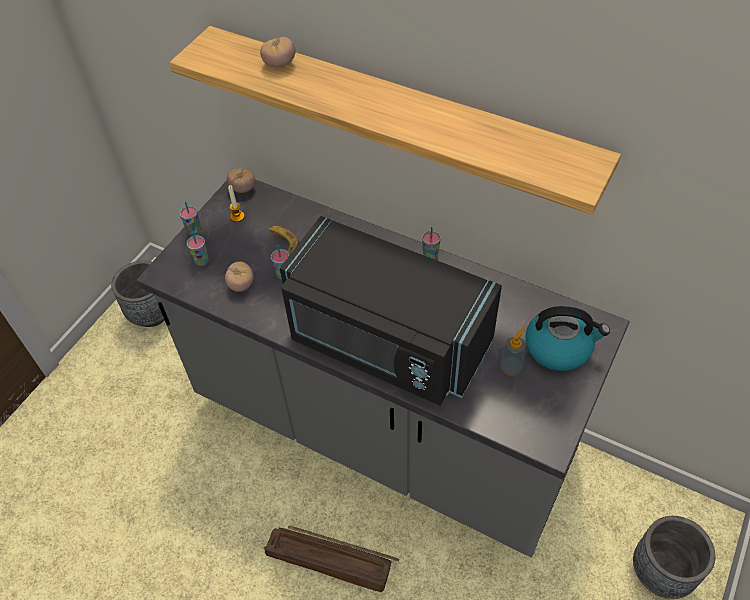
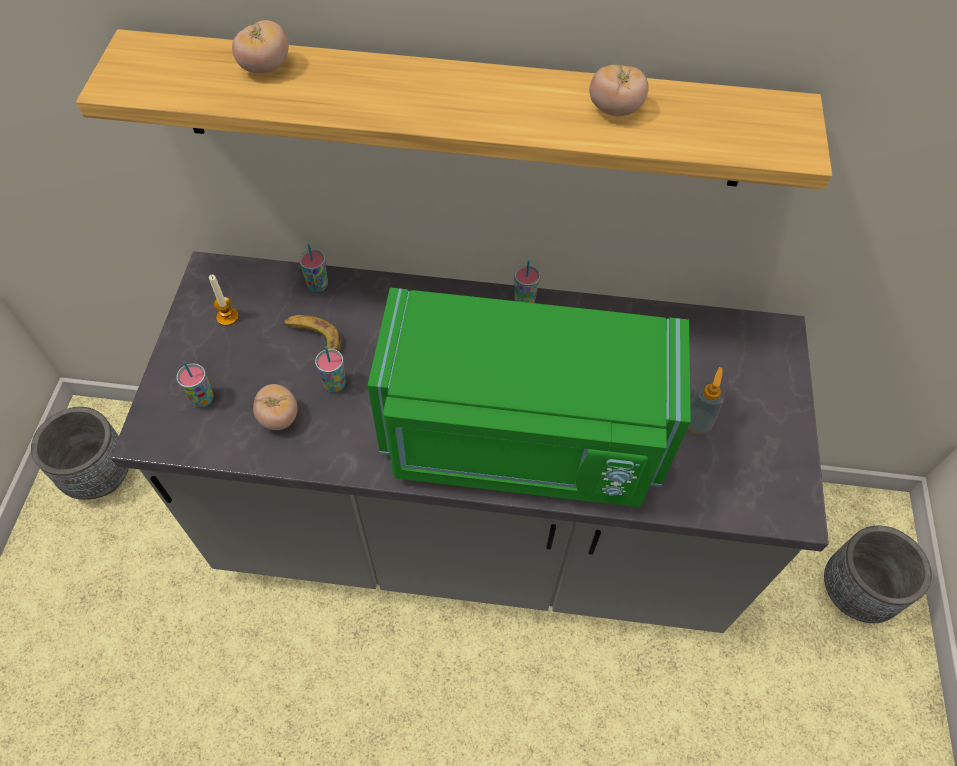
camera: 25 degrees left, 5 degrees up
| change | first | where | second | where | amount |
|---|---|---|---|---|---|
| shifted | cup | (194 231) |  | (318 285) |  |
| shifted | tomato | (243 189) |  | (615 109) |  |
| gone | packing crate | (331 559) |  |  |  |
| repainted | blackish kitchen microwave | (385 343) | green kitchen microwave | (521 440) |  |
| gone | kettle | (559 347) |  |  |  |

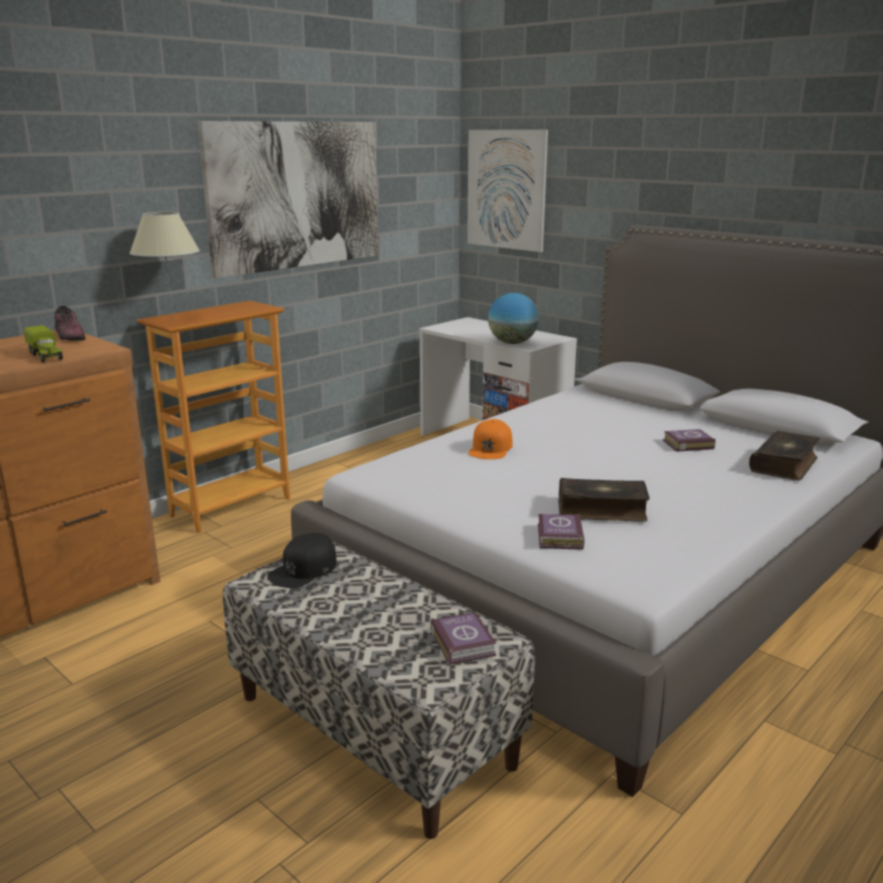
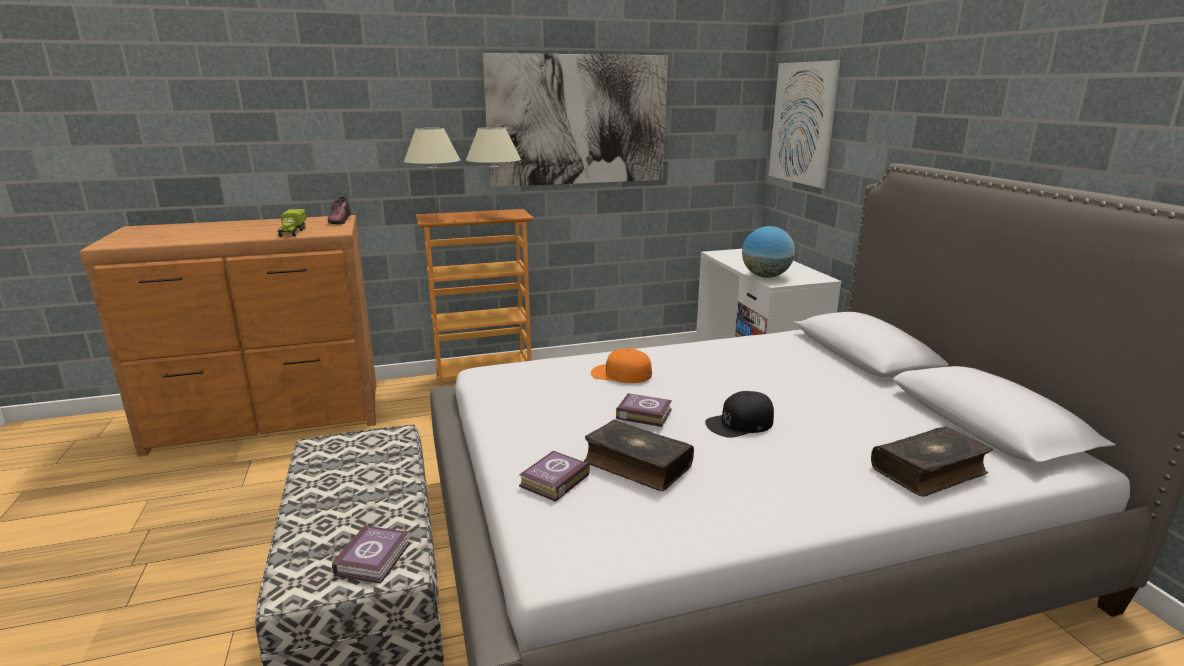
camera: 30 degrees right, 0 degrees up
| change | first | where | second | where | amount |
|---|---|---|---|---|---|
| shifted | blackish peaked cap | (303 569) |  | (740 423) |  |
| rotated | orangey peaked cap | (491 448) |  | (621 374) | 60 degrees clockwise |
| shifted | volume | (686 444) |  | (643 413) |  |
| new |  |  | beige table lamp | (496 215) |  |

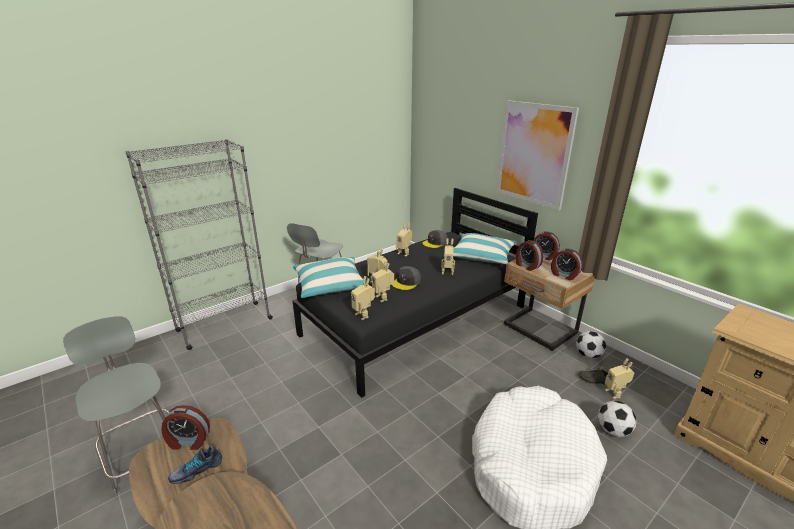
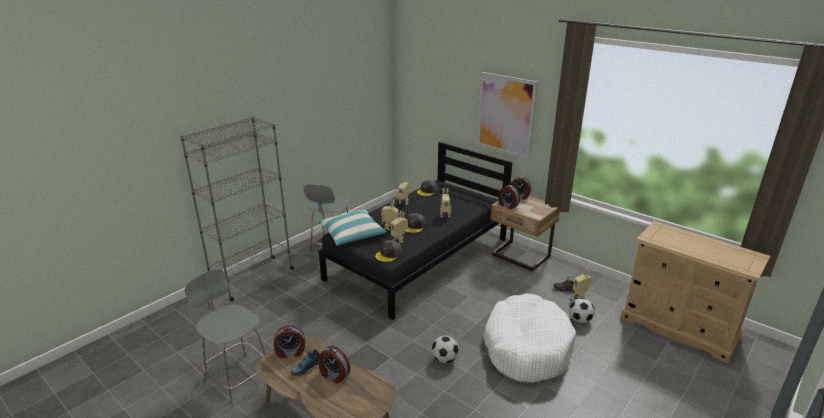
camera: 10 degrees left, 0 degrees up
| change | first | where | second | where | amount |
|---|---|---|---|---|---|
| swapped | model robot | (363 315) | greyish peaked cap | (389 254) |  |
| gone | pillow | (482 256) |  |  |  |
| shifted | bedside clock | (564 275) |  | (334 375) |  |
| shifted | football ball | (588 355) |  | (445 359) |  |

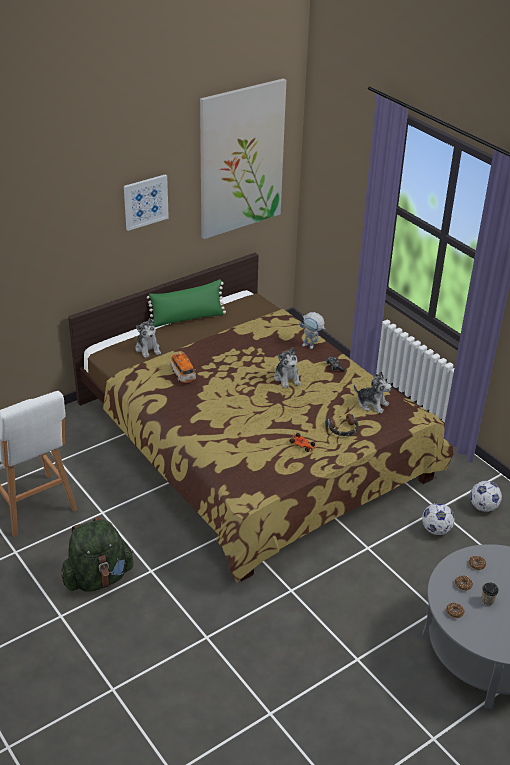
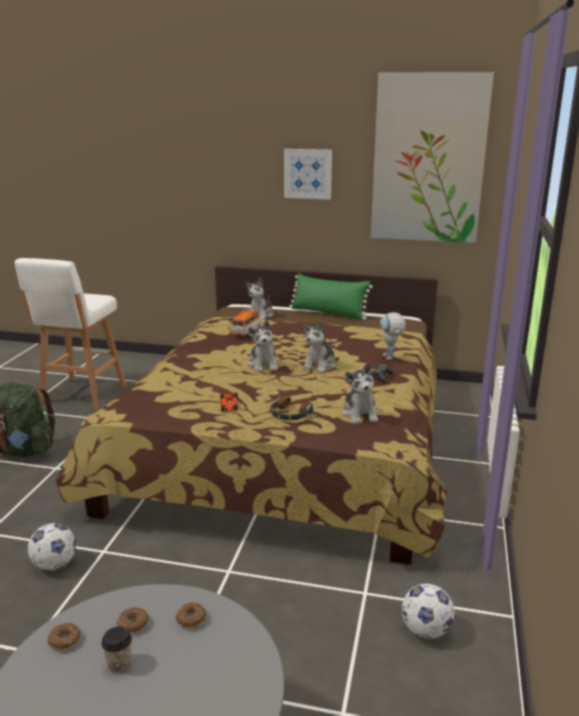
camera: 50 degrees right, 15 degrees down
| change | first | where | second | where | amount |
|---|---|---|---|---|---|
| shifted | football ball | (436 530) |  | (55 565) |  |
| new |  |  | plush toy | (263 365) |  |

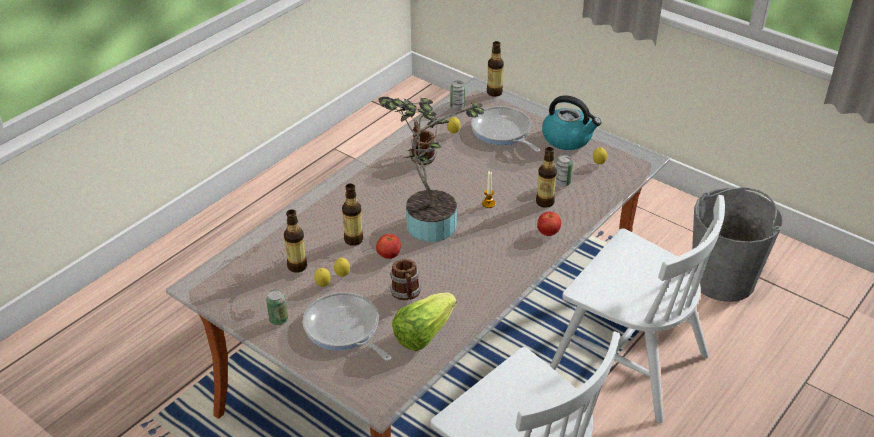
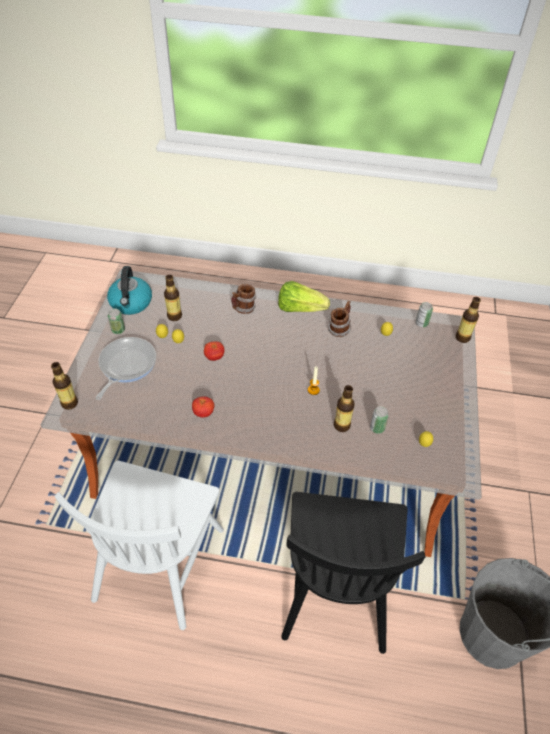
camera: 60 degrees right, 10 degrees up
| change | first | where | second | where | amount |
|---|---|---|---|---|---|
| shifted | beverage bottle | (353 240) |  | (69 403) |  |
| gone | houseplant | (428 221) |  |  |  |
| shifted | mug | (406 294) |  | (243 309) |  |
| shifted | head of lettuce | (423 334) |  | (300 308) |  |
| gone | skillet | (503 132) |  |  |  |
| shifted | tomato | (548 232) |  | (203 413) |  |
| shifted | kettle | (568 138) |  | (131 303) |  |
| repainted | white-coloured chair | (628 361) | blackish chair | (336 588) |  |

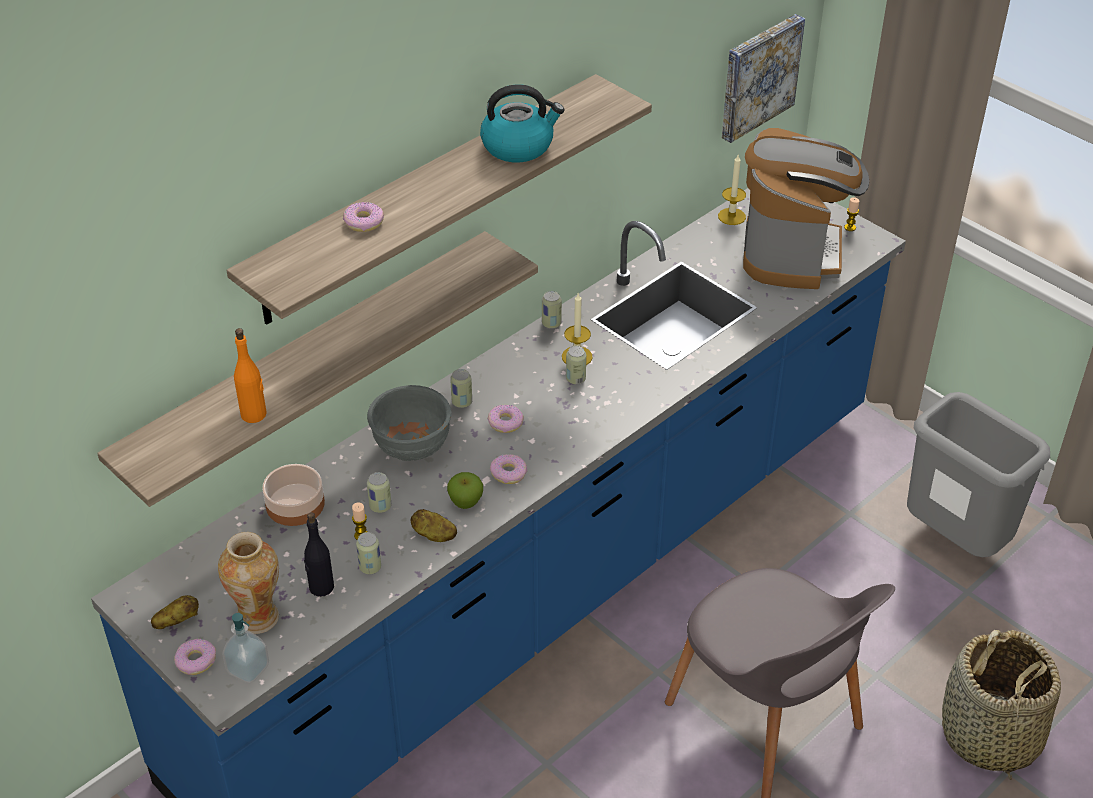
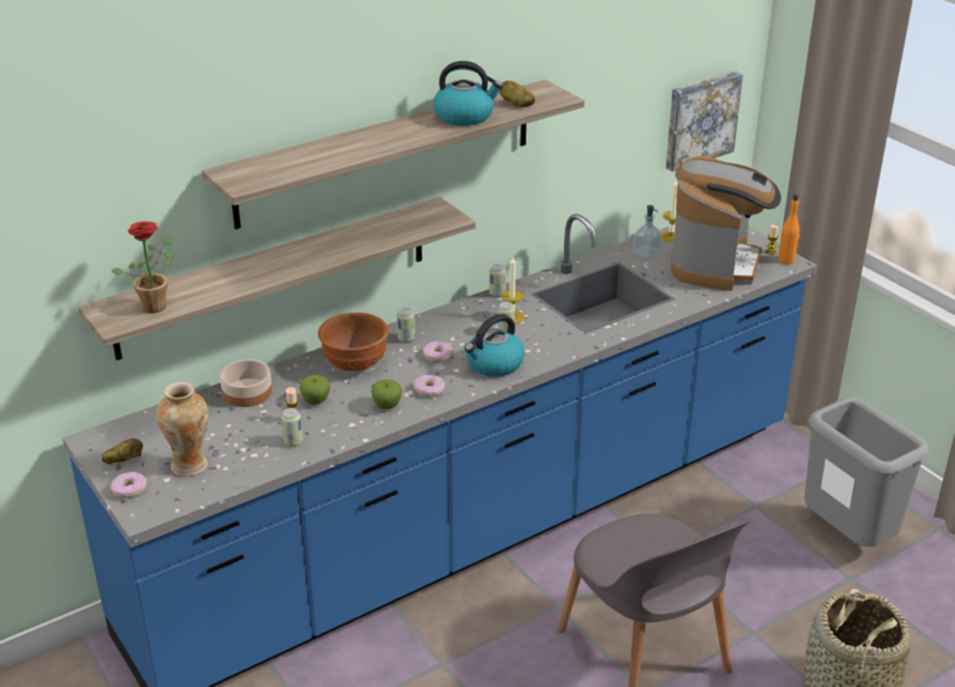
camera: 10 degrees right, 10 degrees down
| change | first | where | second | where | amount |
|---|---|---|---|---|---|
| shifted | soap dispenser | (248 669) |  | (646 254) |  |
| shifted | orangey beverage bottle | (254 414) |  | (786 260) |  |
| gone | blackish beverage bottle | (321 587) |  |  |  |
| gone | donut | (363 222) |  |  |  |
| repainted | greyish serving bowl | (411 447) | brownish serving bowl | (355 364) |  |
| swapped | sealed can | (380 506) | apple fruit | (316 401) |  |
| shifted | spud | (433 535) |  | (516 104) |  |
| new |  |  | houseplant | (156 304) |  |
| new |  |  | kettle | (494 364) |  |

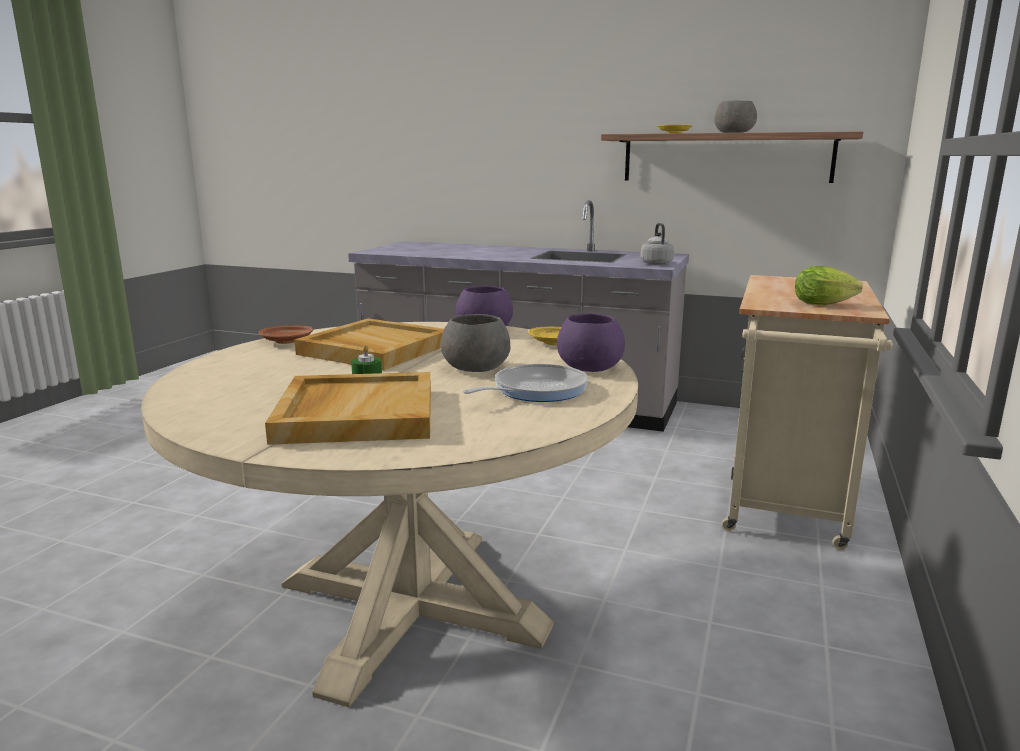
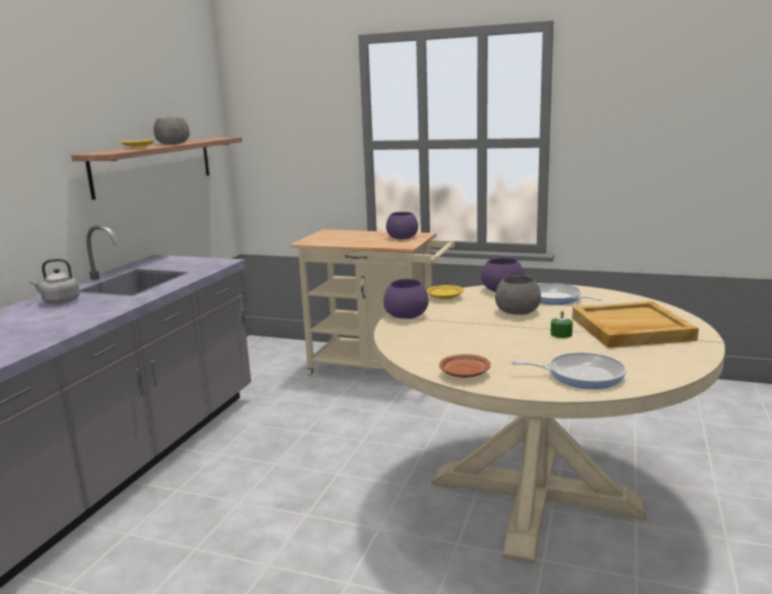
camera: 90 degrees left, 0 degrees up
| change | first | where | second | where | amount |
|---|---|---|---|---|---|
| gone | beige serving tray | (373 349) |  |  |  |
| shifted | greyish kettle | (656 263) |  | (59 301) |  |
| swapped | head of lettuce | (826 304) | purplish serving bowl | (402 237) |  |
| new |  |  | skillet | (581 375) |  |

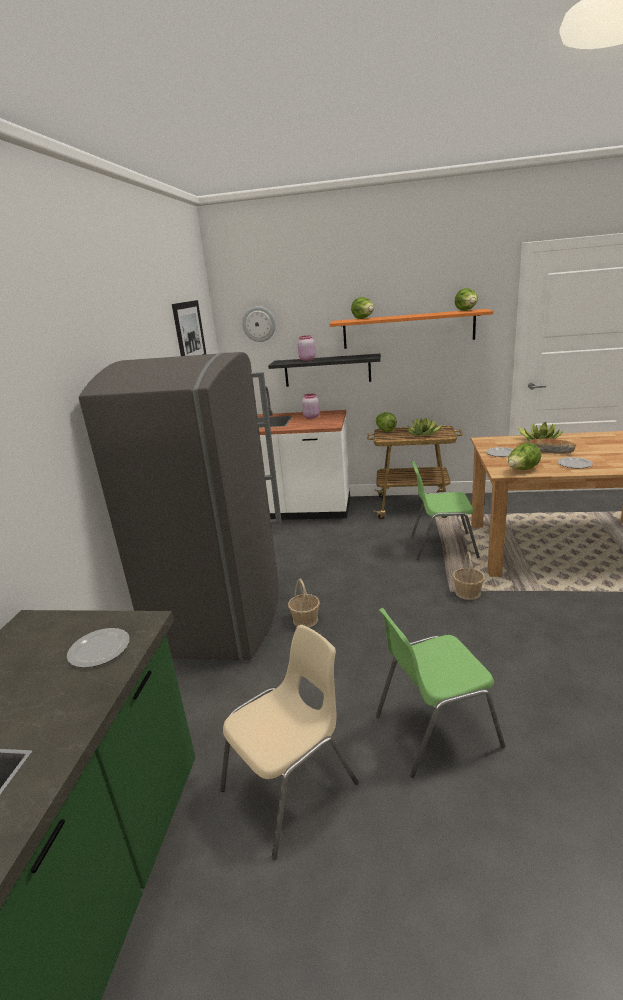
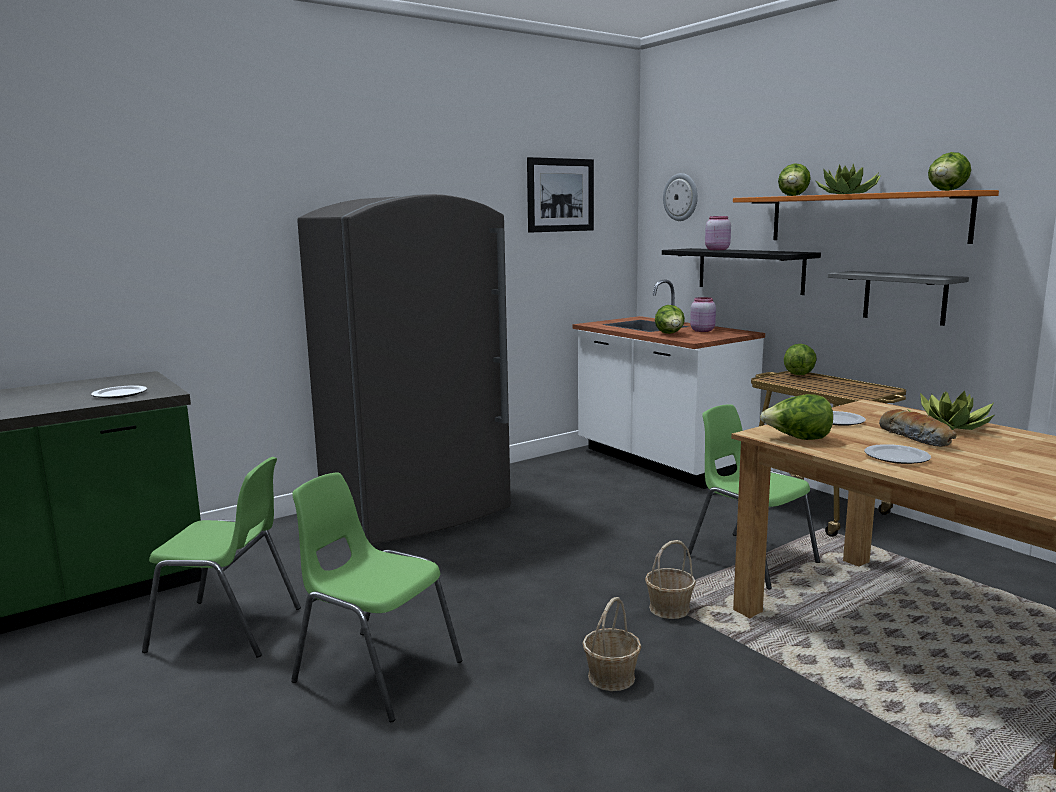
camera: 45 degrees right, 10 degrees down
| change | first | where | second | where | amount |
|---|---|---|---|---|---|
| repainted | beige chair | (292 787) | green chair | (228 629) |  |
| shifted | basket | (305 620) |  | (612 677) |  |
| shifted | houseplant | (423 433) |  | (849 194) |  |
| new |  |  | head of lettuce | (670 334) |  |
| new |  |  | greyish shelf | (904 297) |  |

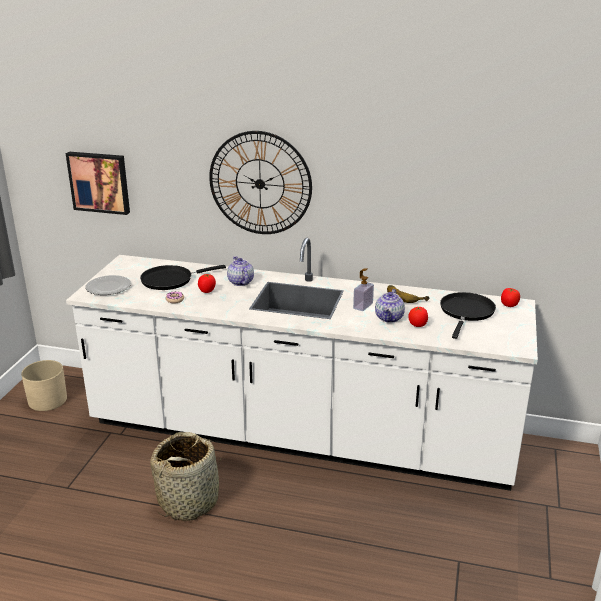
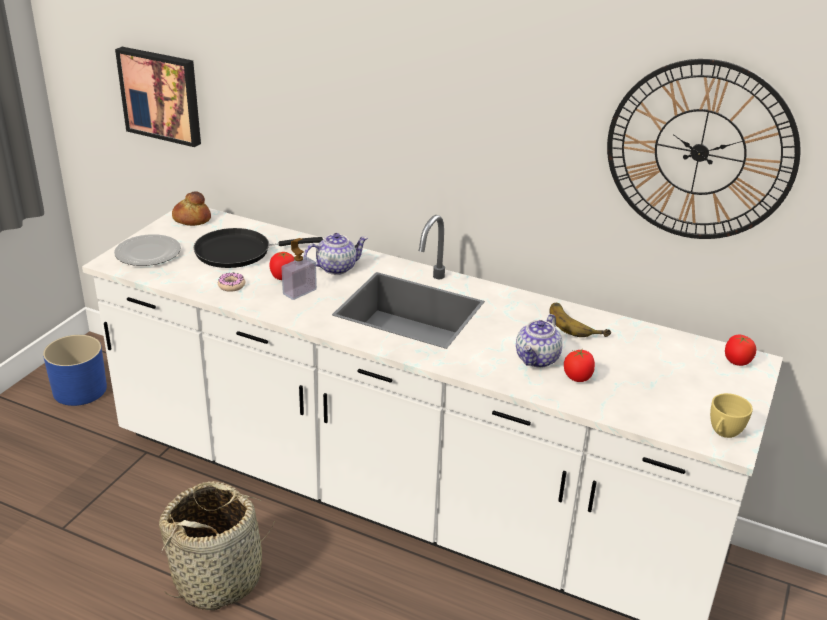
camera: 10 degrees right, 5 degrees up
| change | first | where | second | where | amount |
|---|---|---|---|---|---|
| repainted | beige planter | (48 400) | blue-coloured planter | (80 390) |  |
| shifted | clock on the wall | (260 183) |  | (699 152) |  |
| rotated | pot for tea | (240 282) |  | (336 267) | 75 degrees clockwise |
| shifted | soap dispenser | (363 306) |  | (299 292) |  |
| gone | blackish skillet | (466 312) |  |  |  |
| new |  |  | bread | (192 219) |  |
| new |  |  | yellow cup | (723 433) |  |

